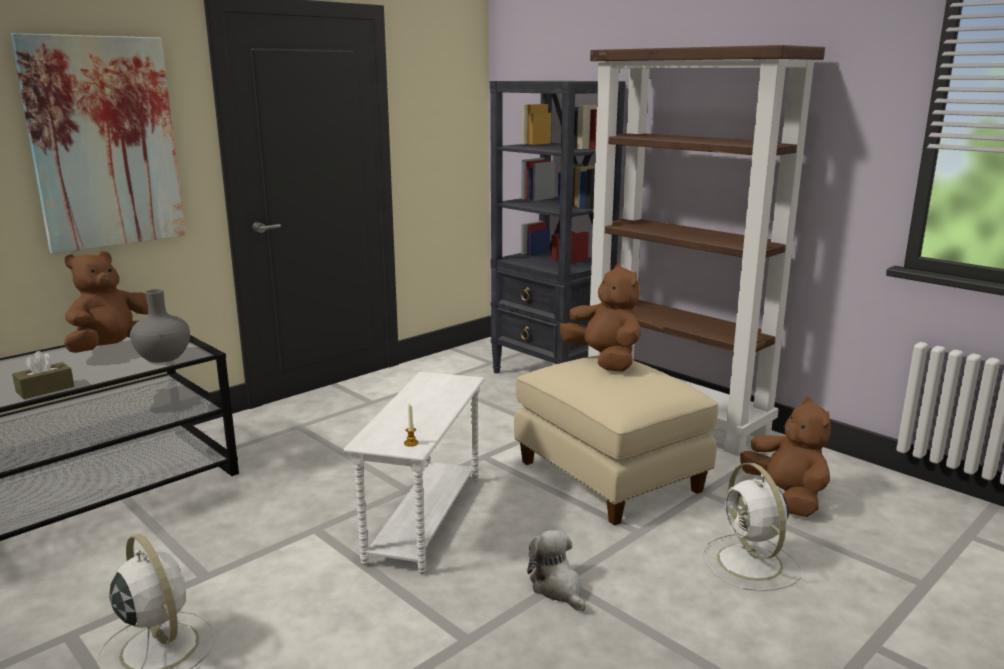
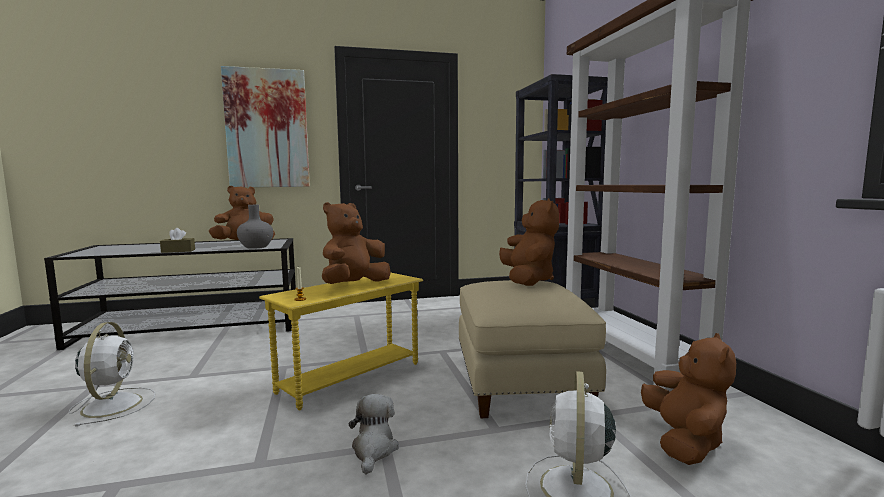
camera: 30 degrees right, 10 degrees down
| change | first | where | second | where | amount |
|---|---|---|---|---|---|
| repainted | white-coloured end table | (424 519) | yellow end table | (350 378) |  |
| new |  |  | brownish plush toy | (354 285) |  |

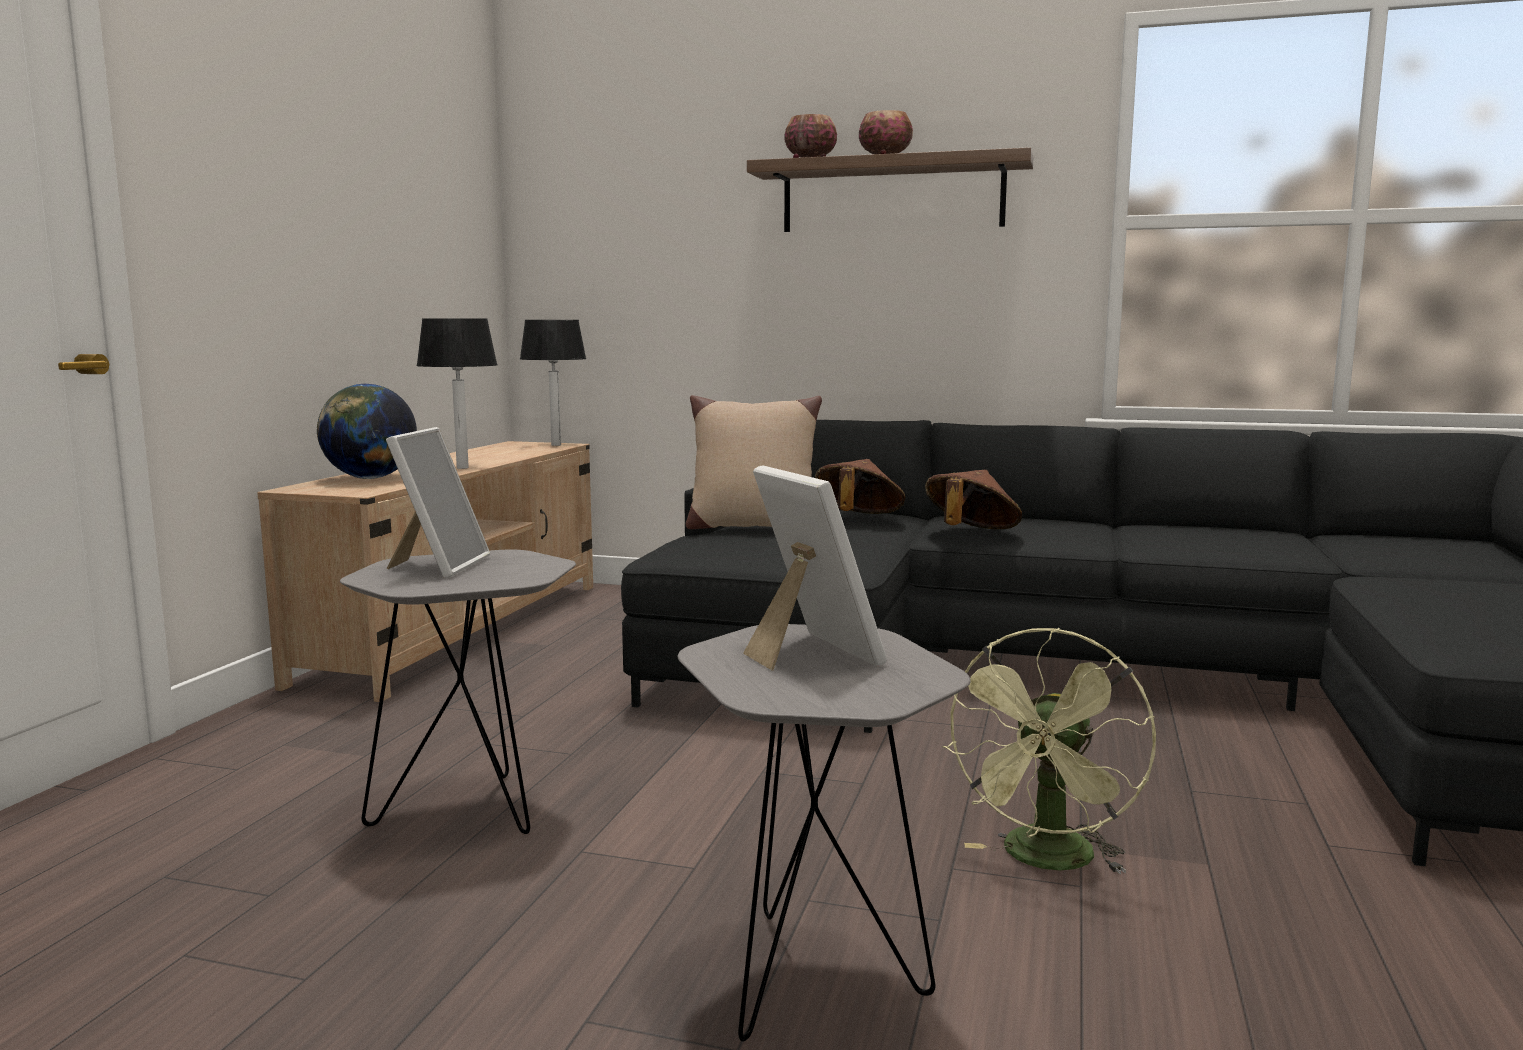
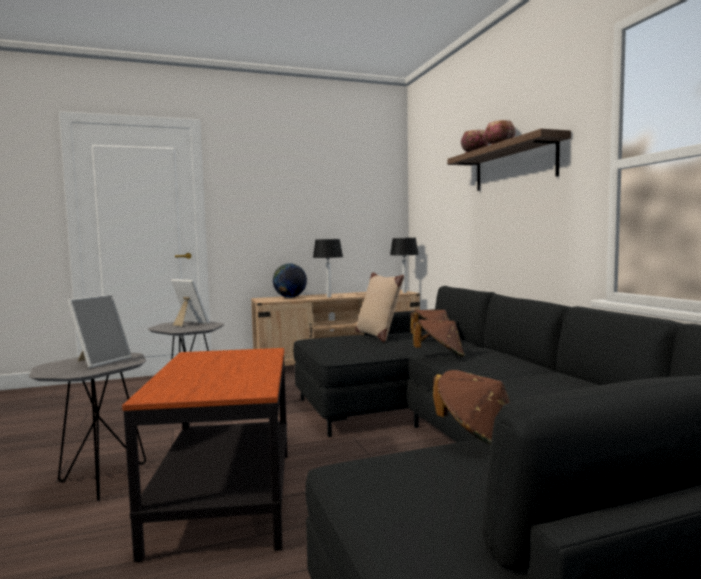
camera: 55 degrees right, 5 degrees down
| change | first | where | second | where | amount |
|---|---|---|---|---|---|
| rotated | standing frame | (438 566) |  | (189 324) | 120 degrees counterclockwise |
| swapped | green cooling fan | (1047 861) | end table | (226 498) |  |
| new |  |  | brownish hat | (478 436) |  |

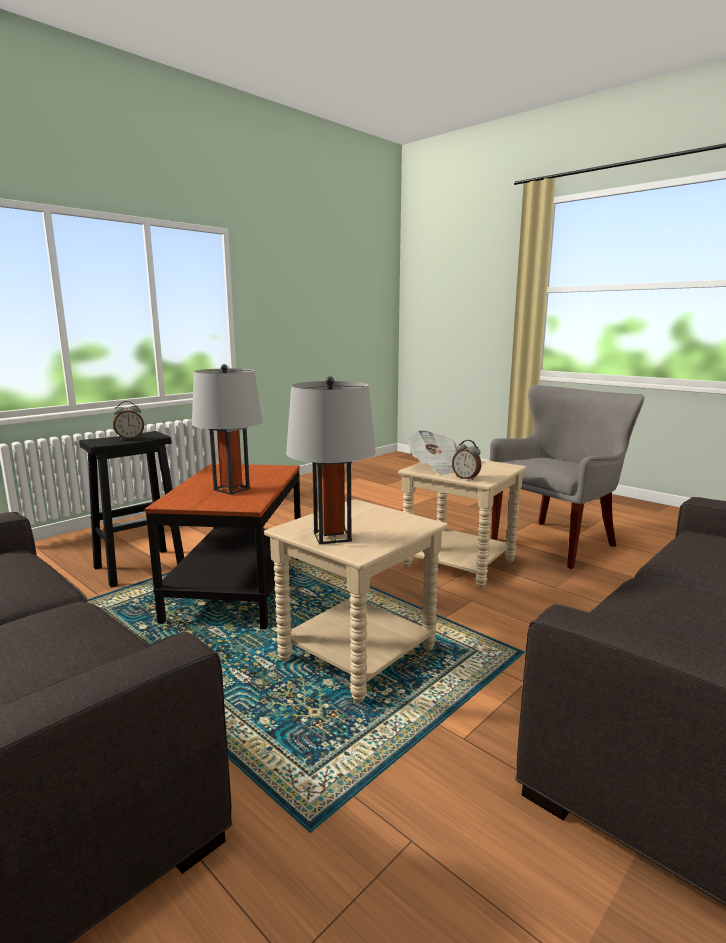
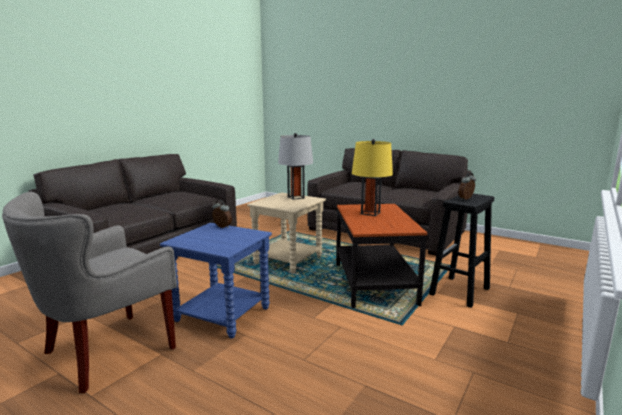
camera: 170 degrees right, 0 degrees up
| change | first | where | second | where | amount |
|---|---|---|---|---|---|
| repainted | greyish table lamp | (232 489) | yellow table lamp | (370 213) |  |
| repainted | beige end table | (459 564) | blue-coloured end table | (221 315) |  |
| gone | printed paper | (435 467) |  |  |  |

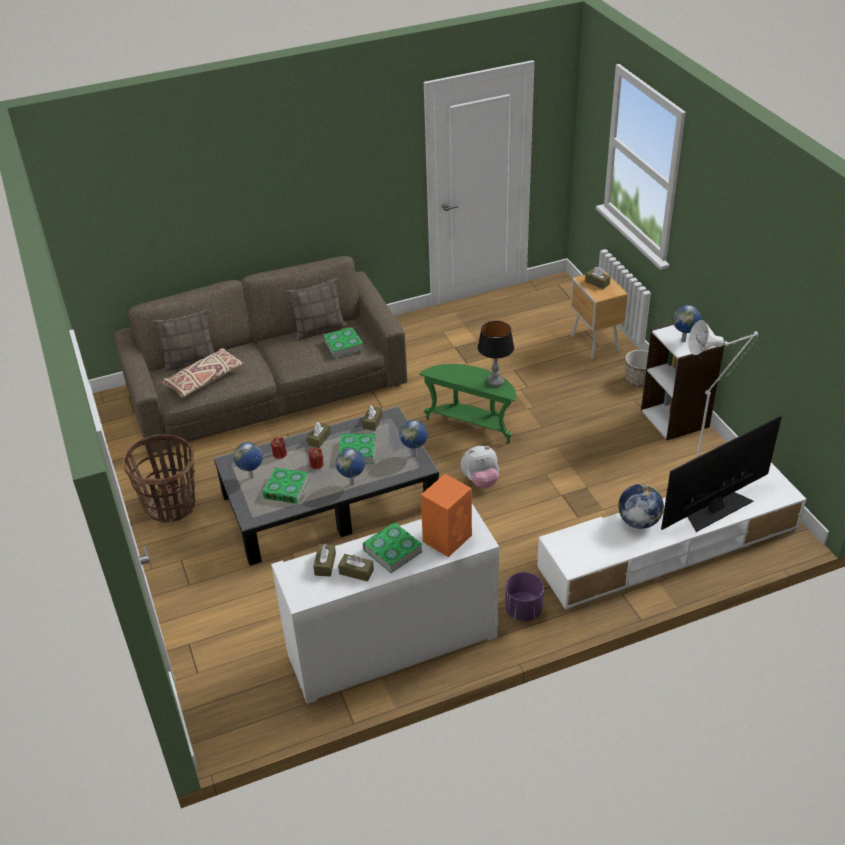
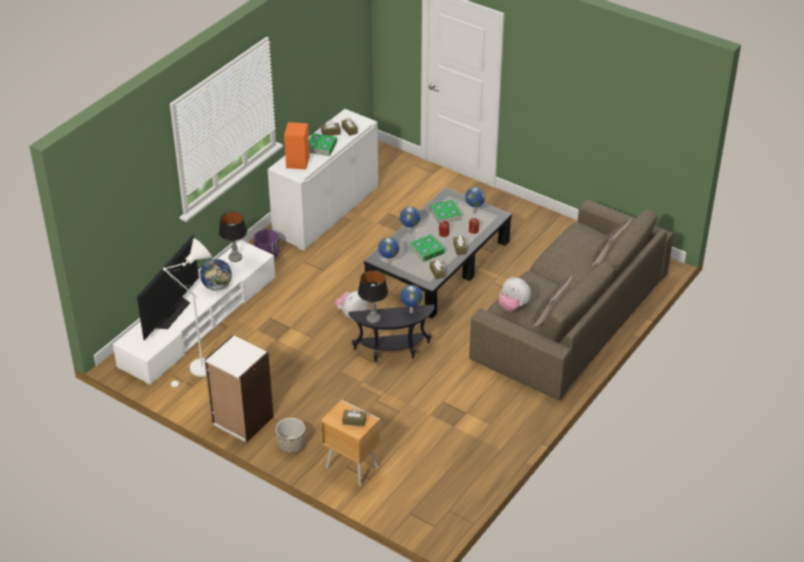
camera: 145 degrees right, 0 degrees up
| change | first | where | second | where | amount |
|---|---|---|---|---|---|
| gone | basket | (170 505) |  |  |  |
| gone | beige pillow | (204 380) |  |  |  |
| swapped | volume | (343 345) | plush toy | (513 306) |  |
| repainted | green end table | (472 424) | blackish end table | (393 352) |  |
| shifted | desk globe | (684 340) |  | (410 312) |  |
| new |  |  | table lamp | (235 258) |  |

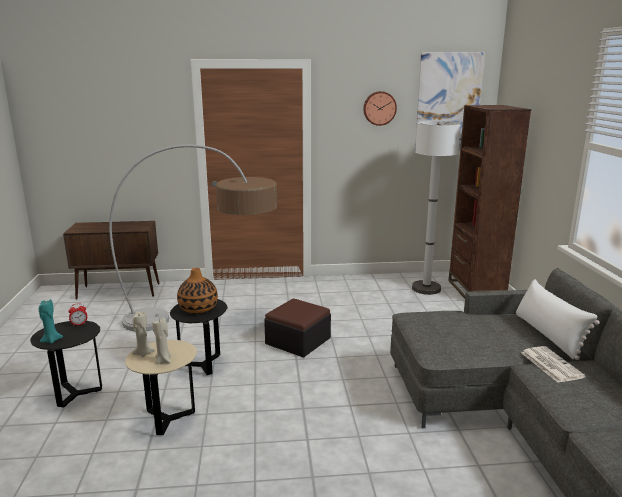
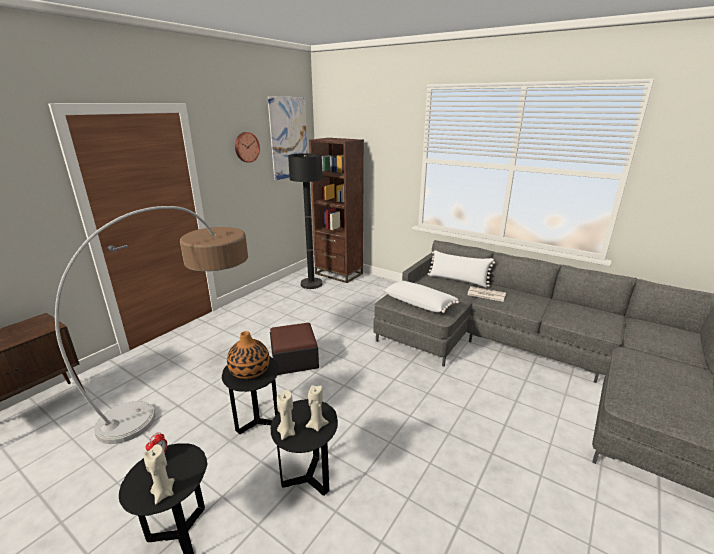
camera: 50 degrees left, 5 degrees up
| change | first | where | second | where | amount |
|---|---|---|---|---|---|
| repainted | blue-green candle | (51 340) | beige candle | (163 493) |  |
| repainted | beige end table | (168 419) | blackish end table | (308 478) |  |
| repainted | white-coloured standing lamp | (426 288) | blackish standing lamp | (311 284) |  |
| new |  |  | white-coloured pillow | (419 303) |  |

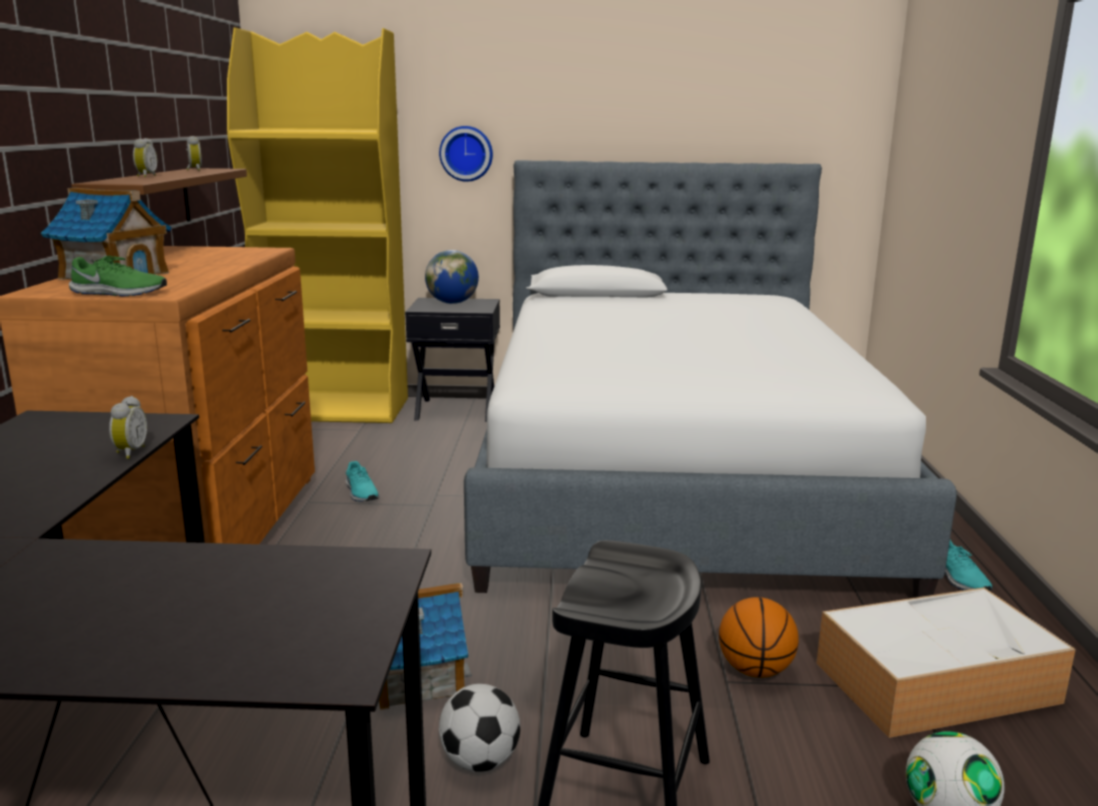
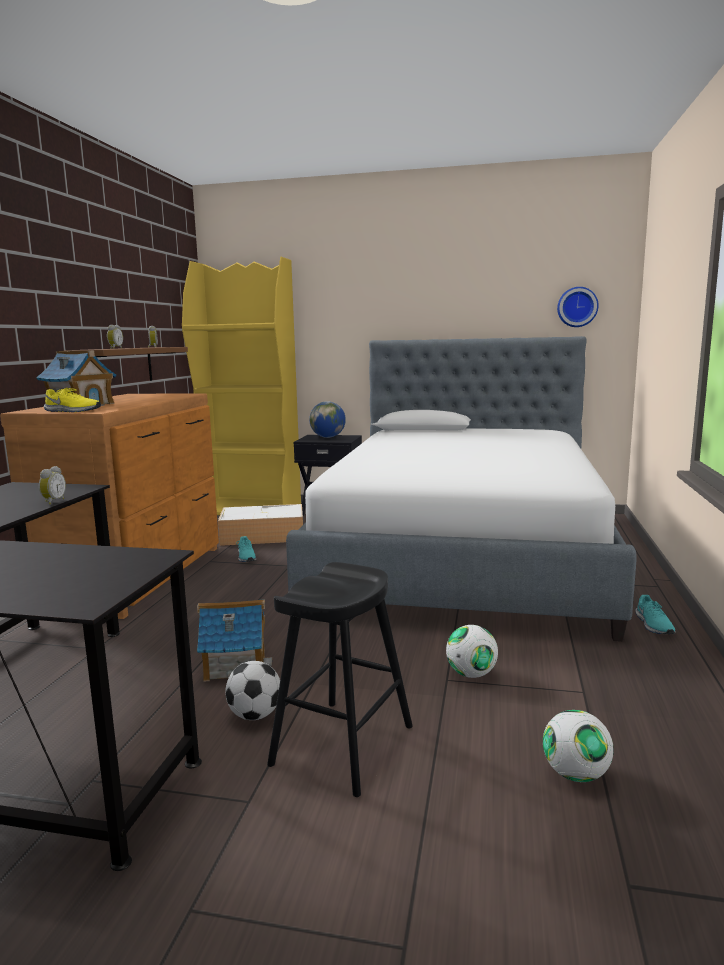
camera: 10 degrees right, 5 degrees down
| change | first | where | second | where | amount |
|---|---|---|---|---|---|
| repainted | green low shoe | (118 293) | yellow low shoe | (72 411) |  |
| shifted | clock on the wall | (466 153) |  | (577 307) |  |
| swapped | basketball | (755 670) | football ball | (471 674) |  |
| shifted | storage box | (938 681) |  | (264 535) |  |

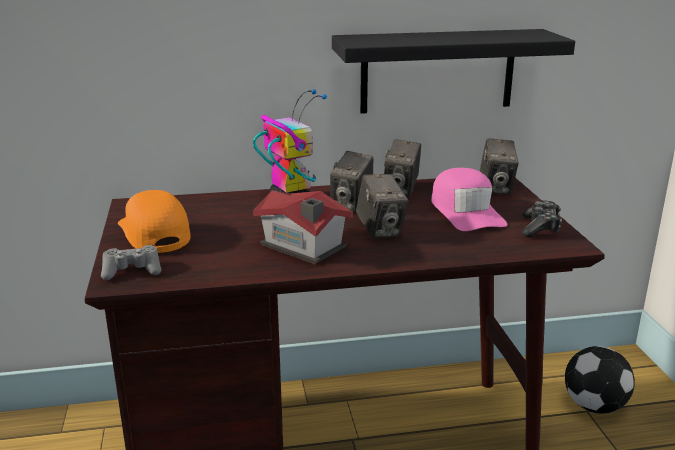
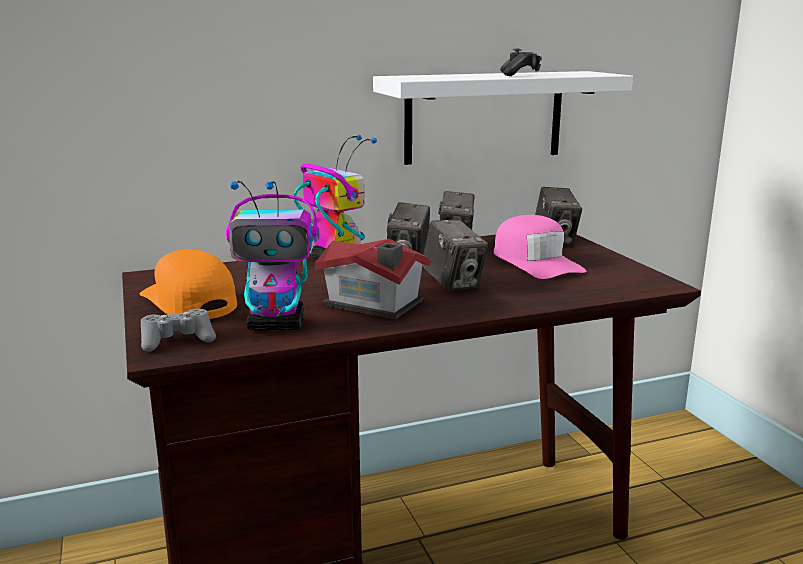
camera: 10 degrees left, 5 degrees down
| change | first | where | second | where | amount |
|---|---|---|---|---|---|
| repainted | blackish shelf | (437 71) | white-coloured shelf | (484 117) |  |
| shifted | joypad | (540 228) |  | (520 74) |  |
| gone | football ball | (595 405) |  |  |  |
| new |  |  | model robot | (278 325) |  |

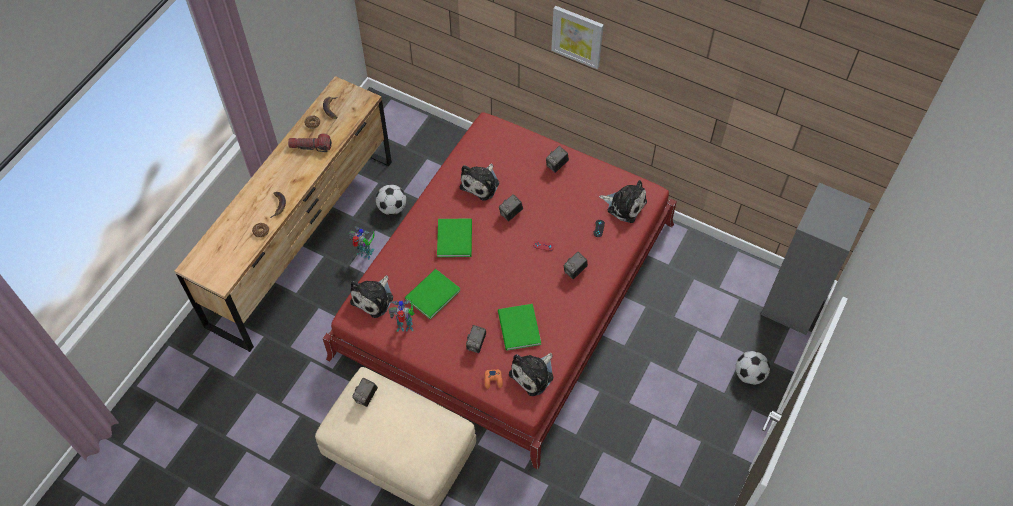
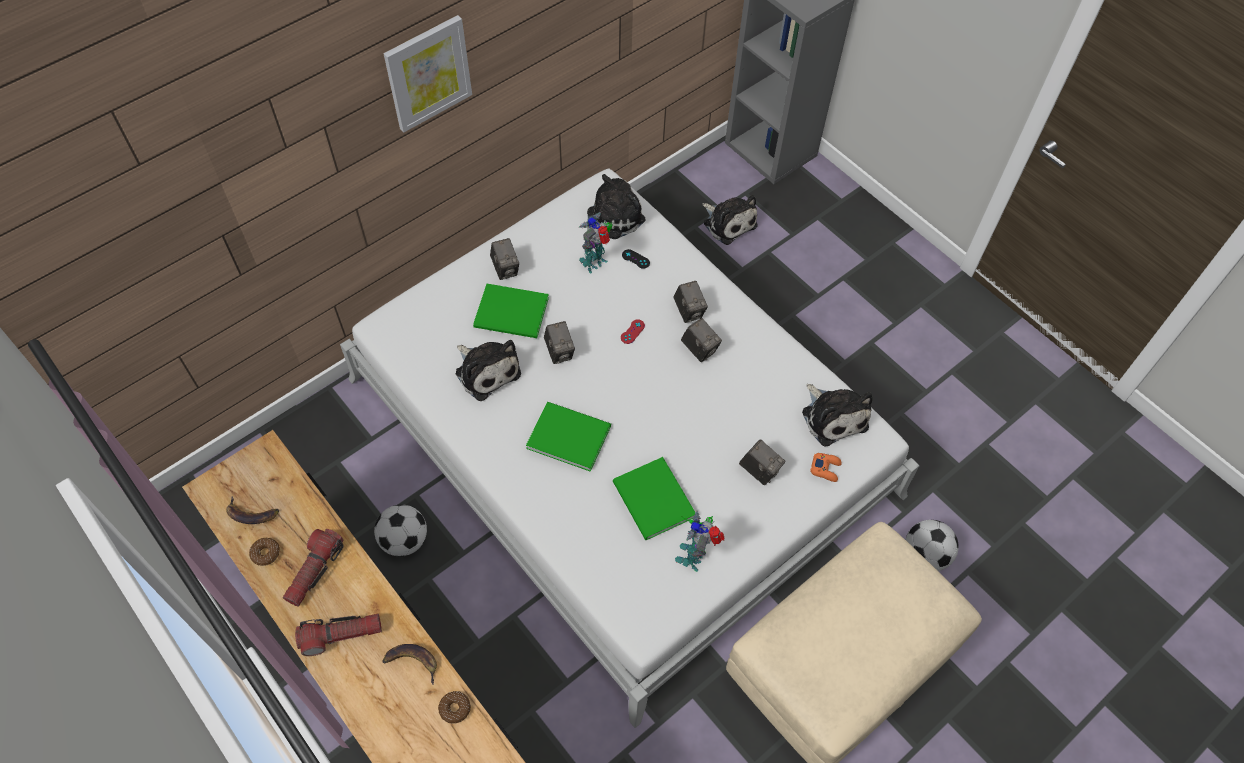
camera: 70 degrees left, 0 degrees up
| change | first | where | second | where | amount |
|---|---|---|---|---|---|
| repainted | reddish bedroom bed | (506 289) | white-coloured bedroom bed | (620 437) |  |
| shifted | model robot | (365 254) |  | (595 262) |  |
| shifted | plush toy | (374 298) |  | (728 223) |  |
| shifted | photo camera | (366 397) |  | (699 349) |  |
| shifted | green volume | (518 329) |  | (513 314) |  |
| shifted | football ball | (749 375) |  | (925 555) |  |
| new |  |  | hand torch | (341 635) |  |

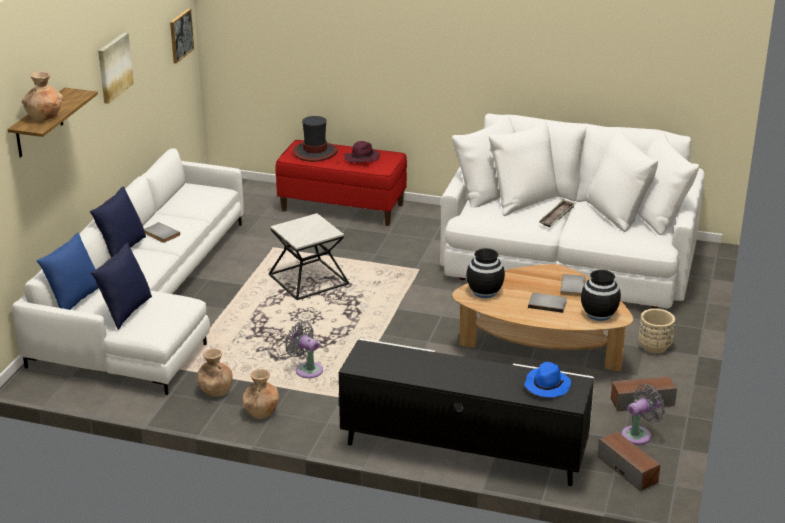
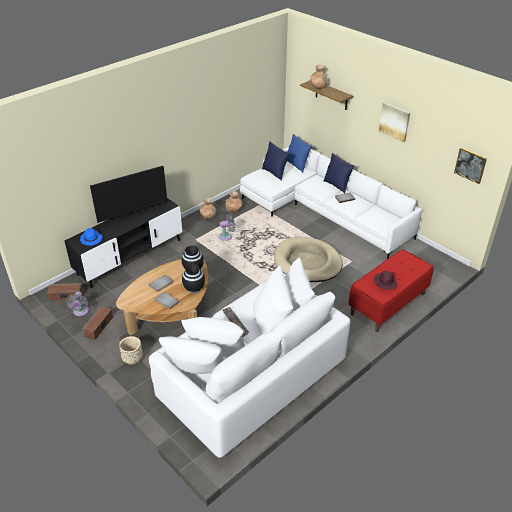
camera: 120 degrees right, 10 degrees up
| change | first | where | second | where | amount |
|---|---|---|---|---|---|
| swapped | end table | (308 279) | beige pet bed | (307 262) |  |
| gone | hat | (315 152) |  |  |  |
| shifted | blackish flower vase | (599 314) |  | (194 288) |  |
| new |  |  | TV | (133 214) |  |

